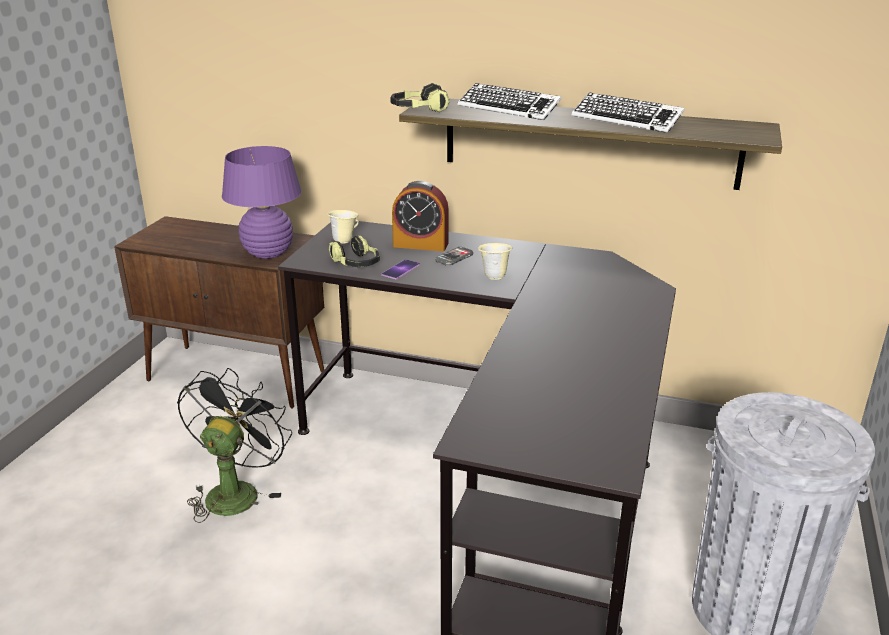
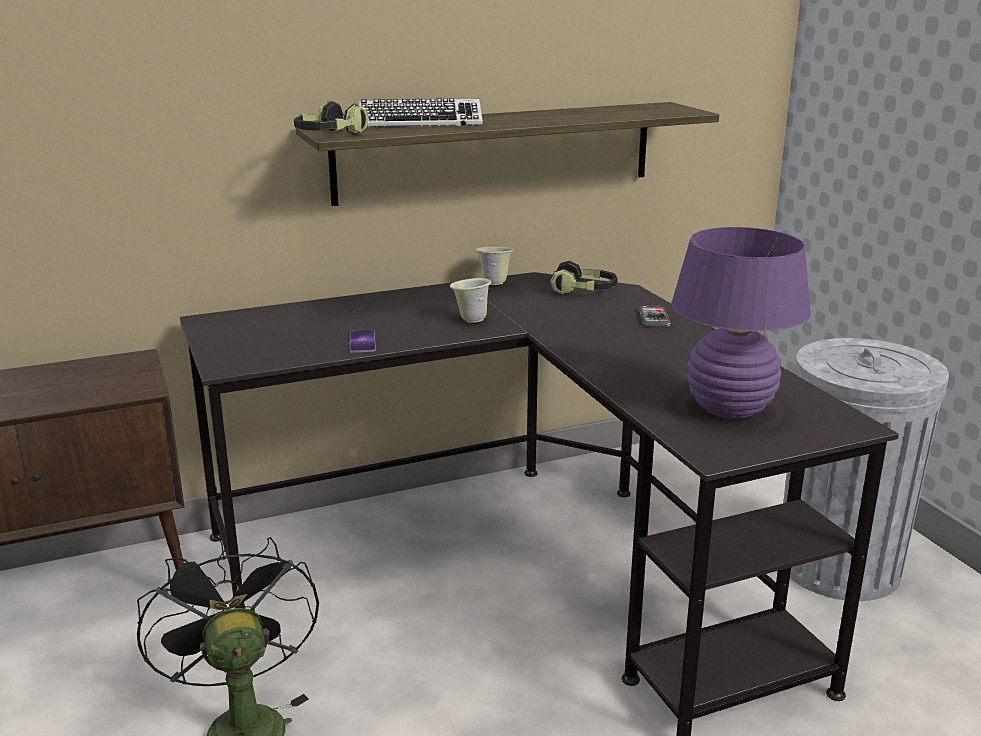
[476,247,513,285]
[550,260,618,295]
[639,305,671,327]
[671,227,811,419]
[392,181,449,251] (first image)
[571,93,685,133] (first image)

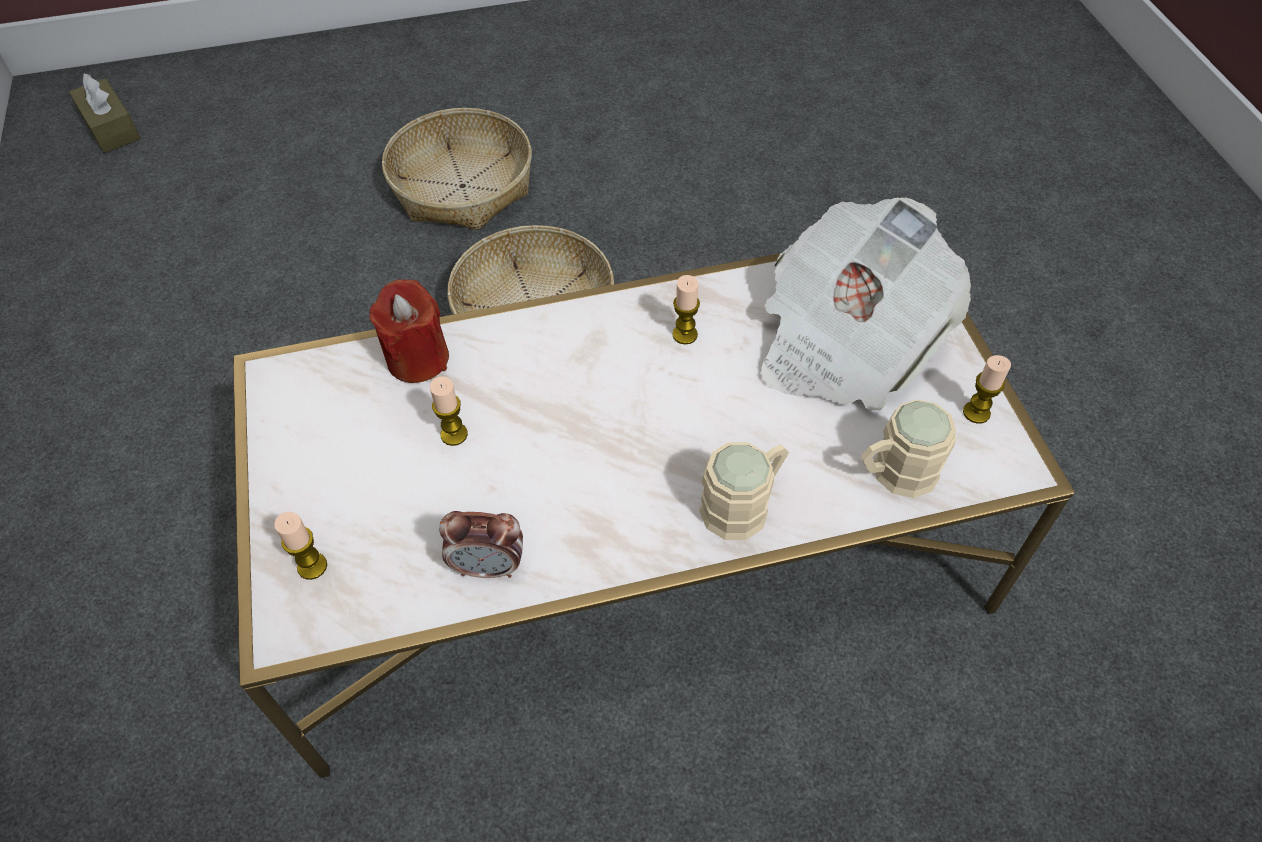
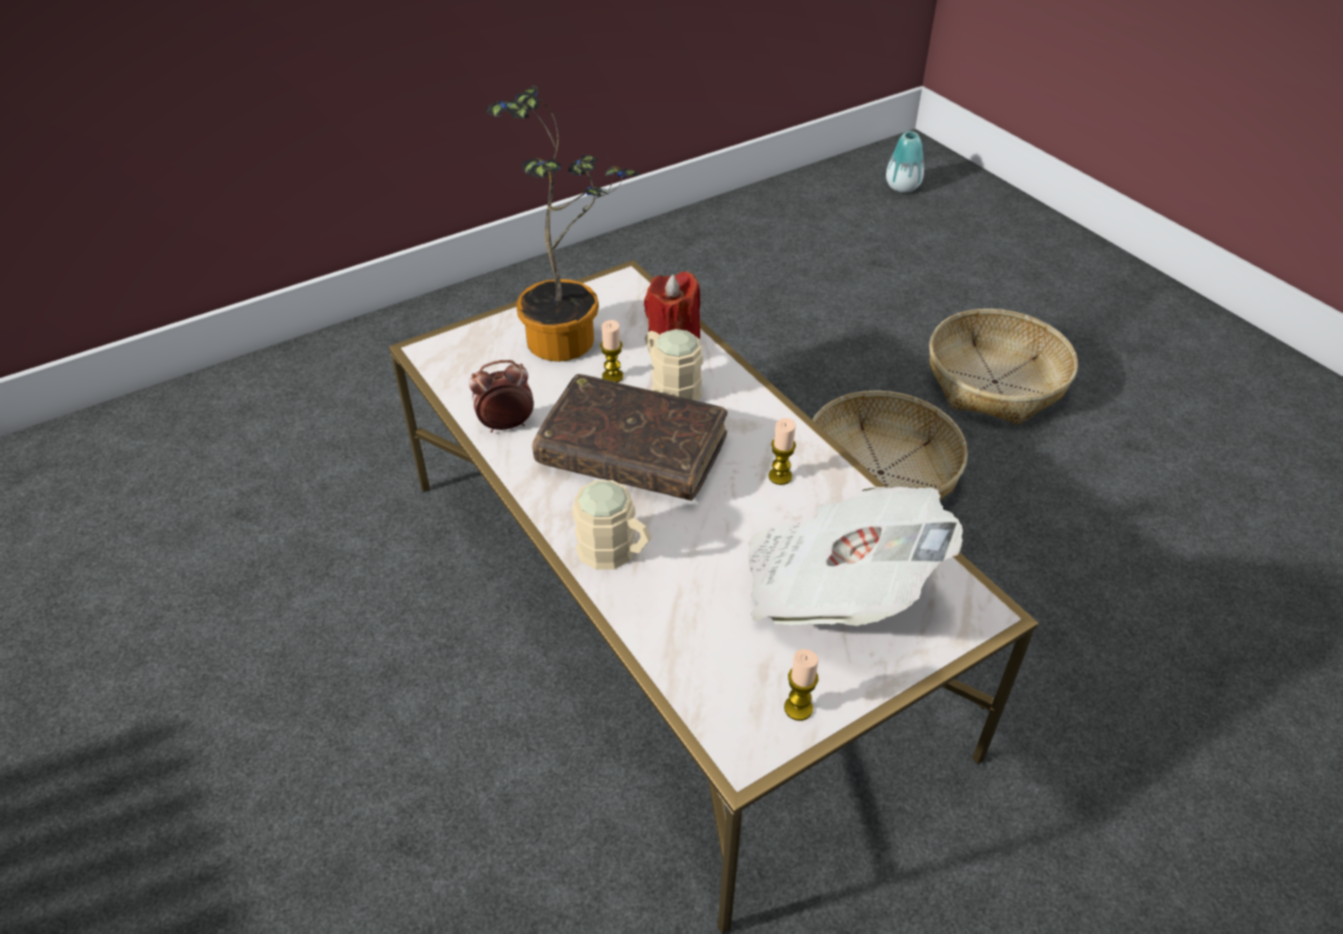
[469,360,534,433]
[486,86,640,362]
[532,374,728,501]
[645,329,703,401]
[886,131,924,192]
[274,512,327,580] (first image)

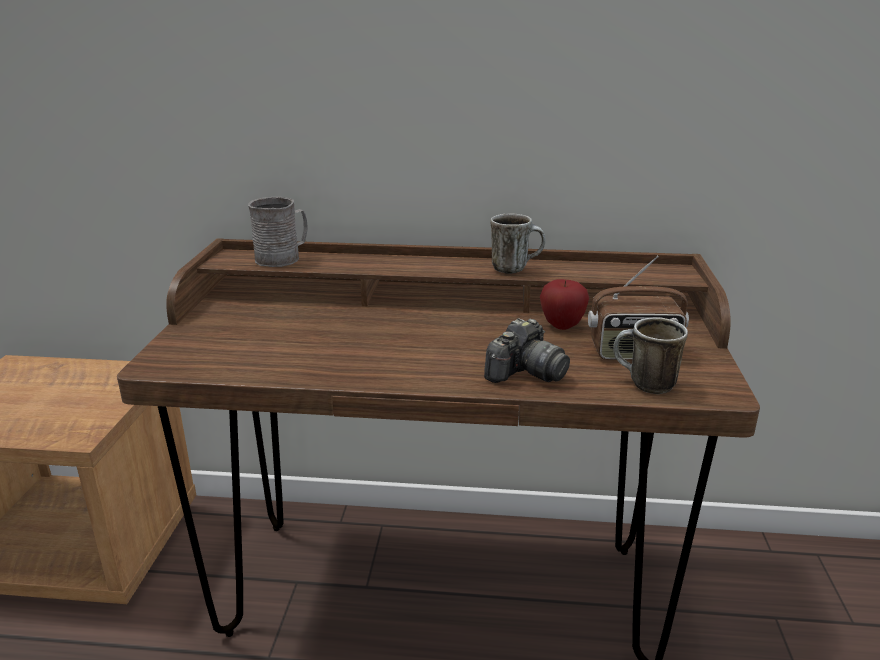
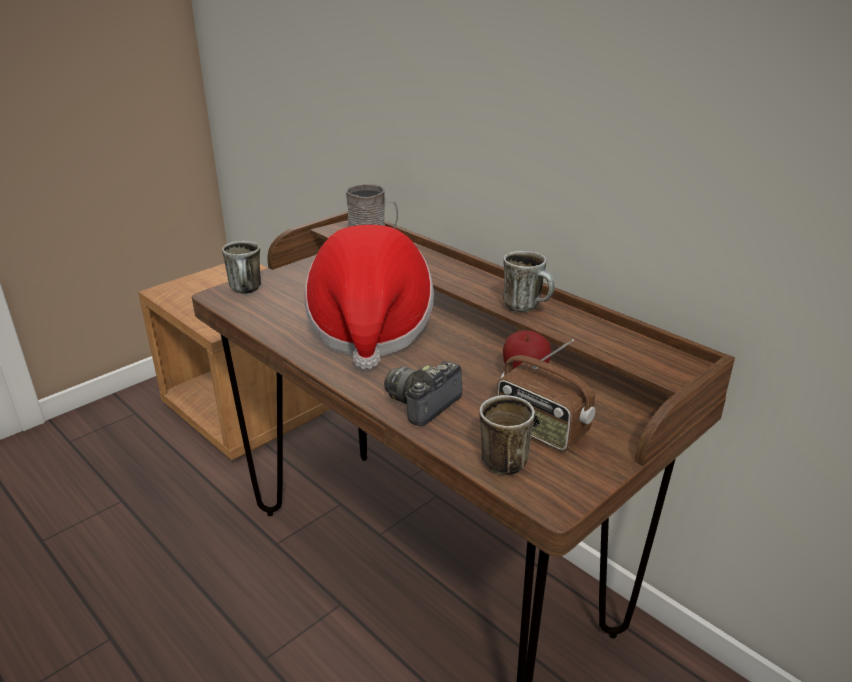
[222,241,261,294]
[305,225,434,370]
[384,361,462,426]

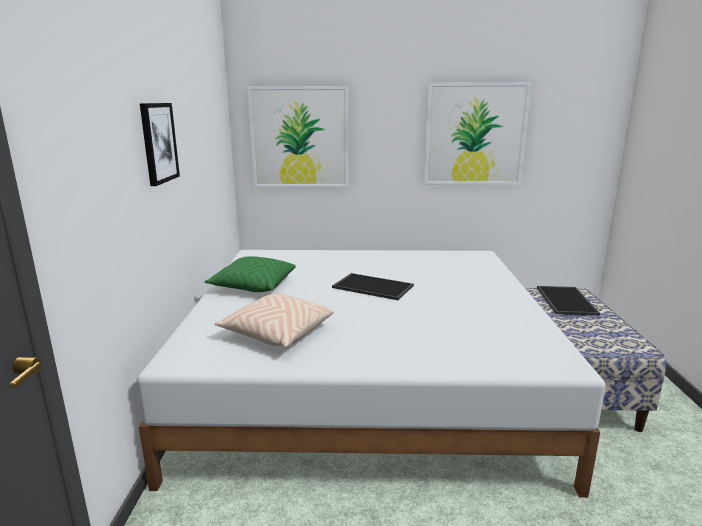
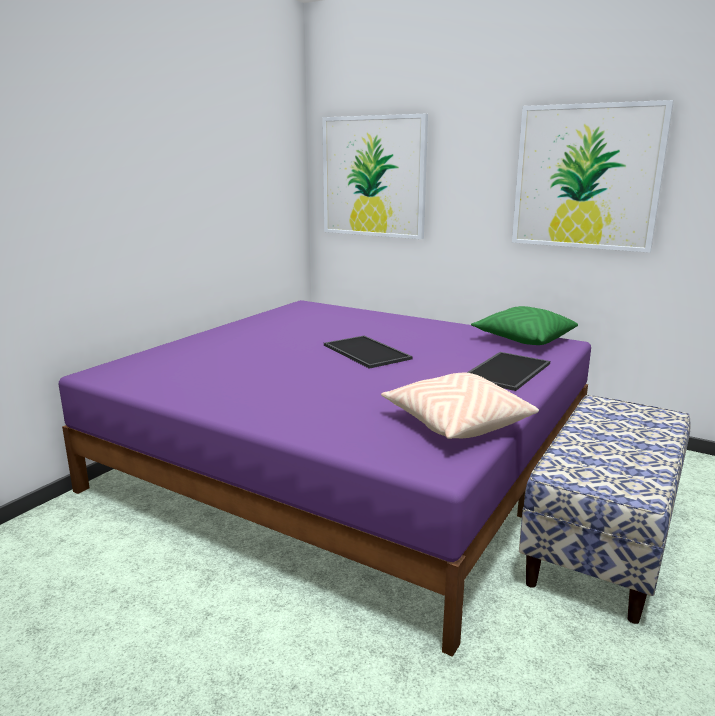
[59,300,591,657]
[381,373,539,439]
[467,352,550,391]
[471,306,578,345]
[140,103,180,186] (first image)

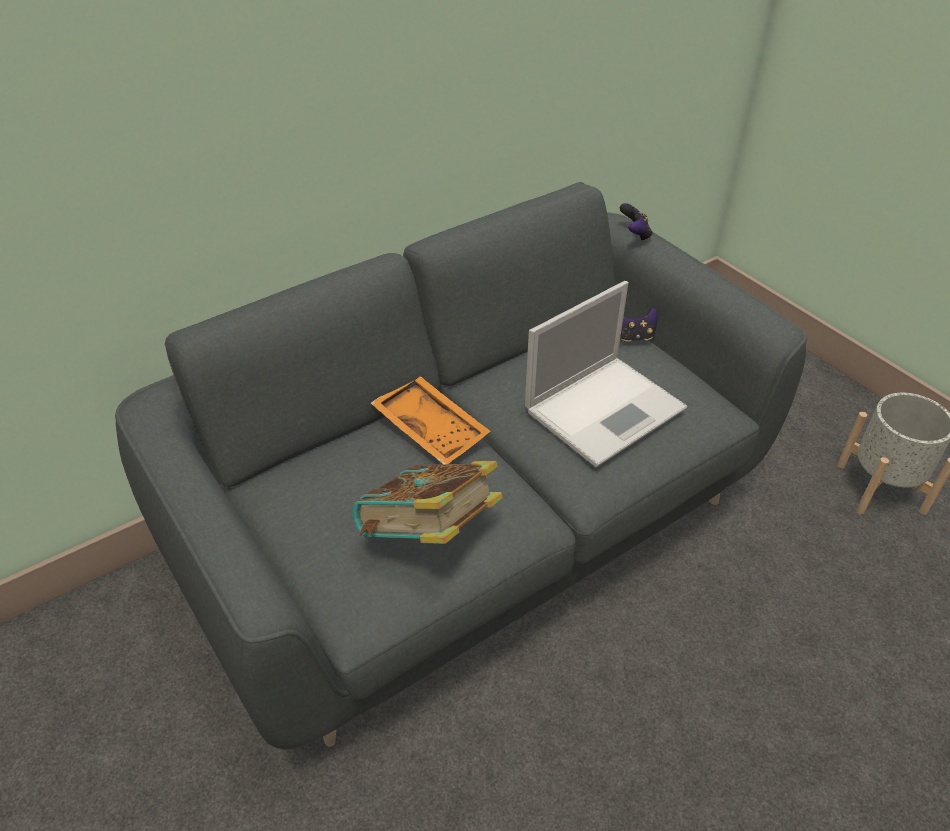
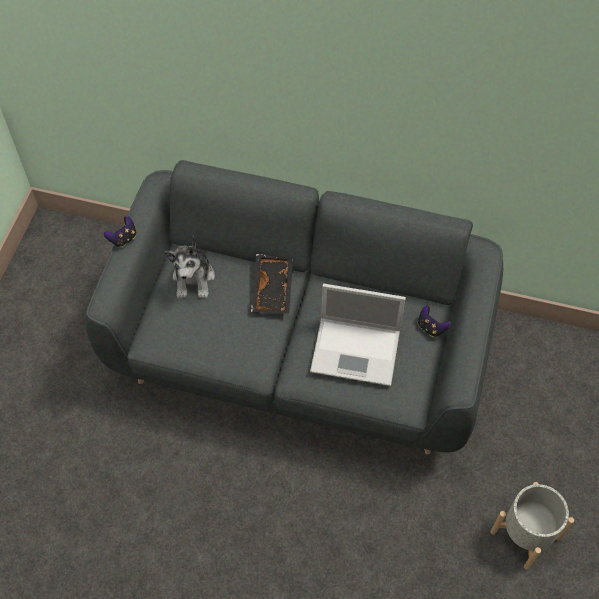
[104,216,136,247]
[165,235,215,298]
[251,254,293,314]
[353,461,503,544] (first image)

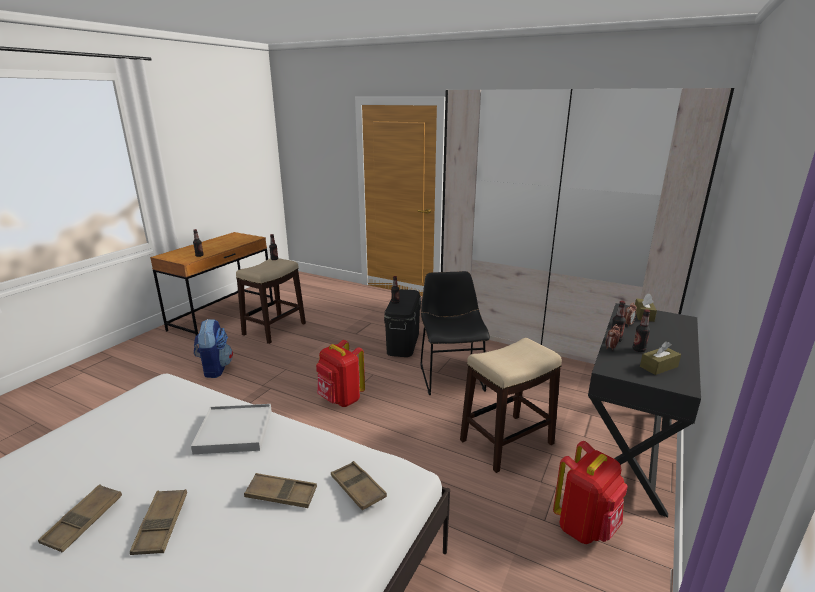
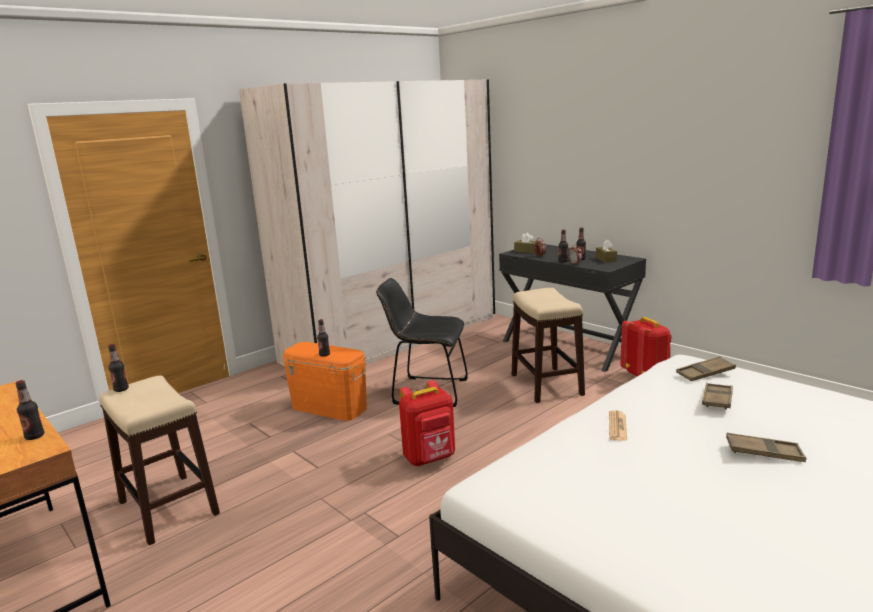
[282,342,367,421]
[609,410,627,441]
[38,484,122,553] (first image)
[194,319,233,378] (first image)

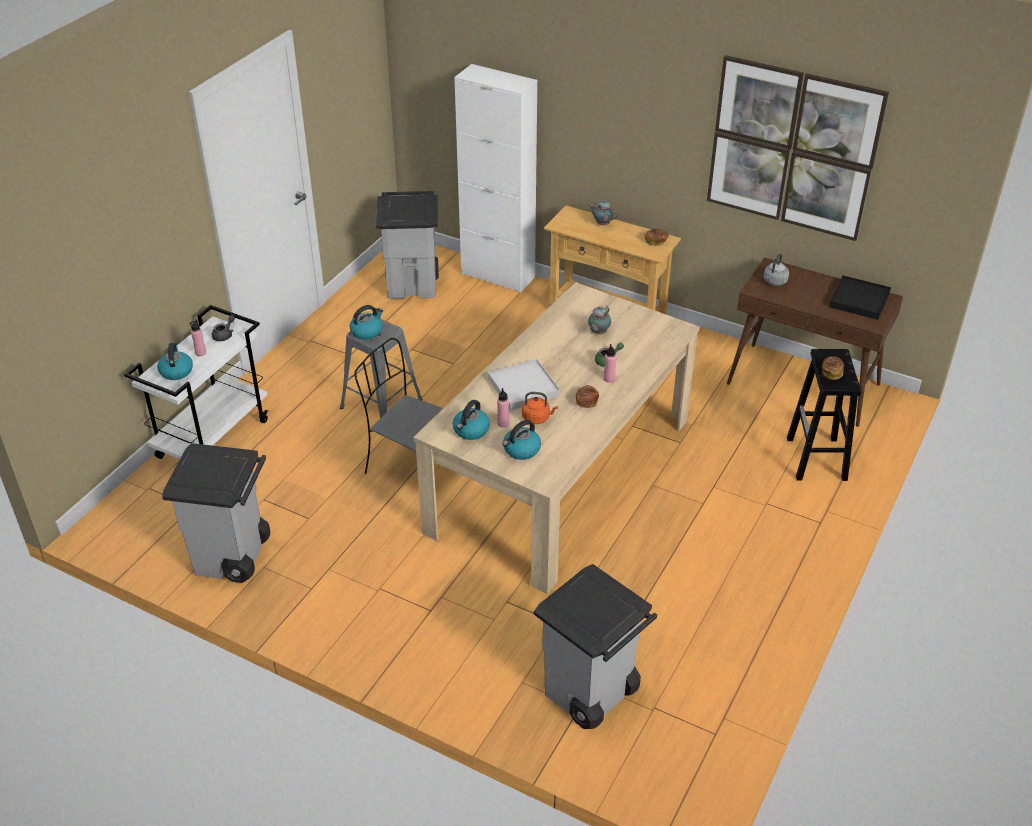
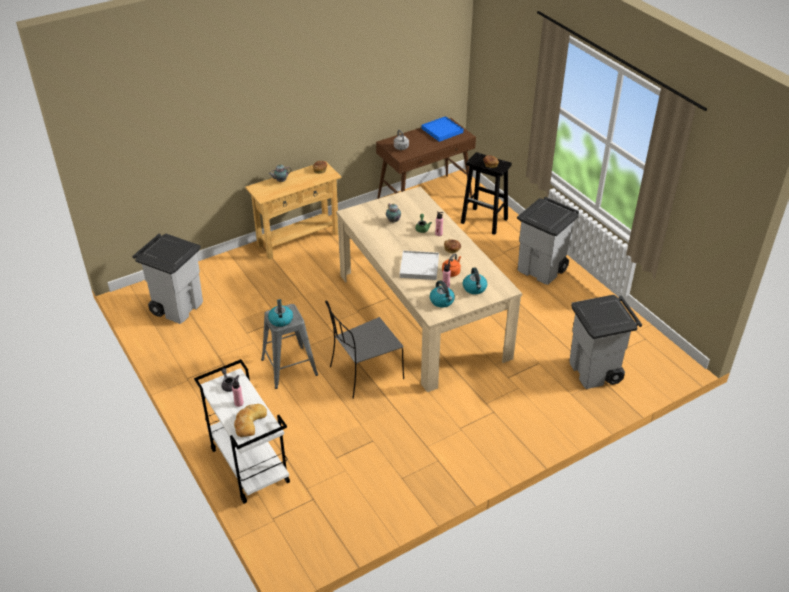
[234,404,267,437]
[422,116,463,142]
[517,197,579,285]
[454,64,537,293] (first image)
[707,55,889,241] (first image)

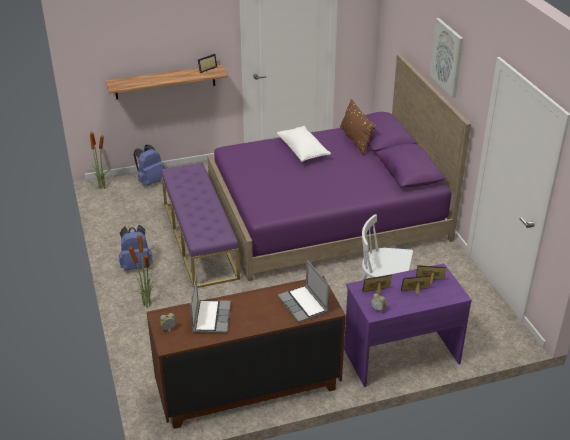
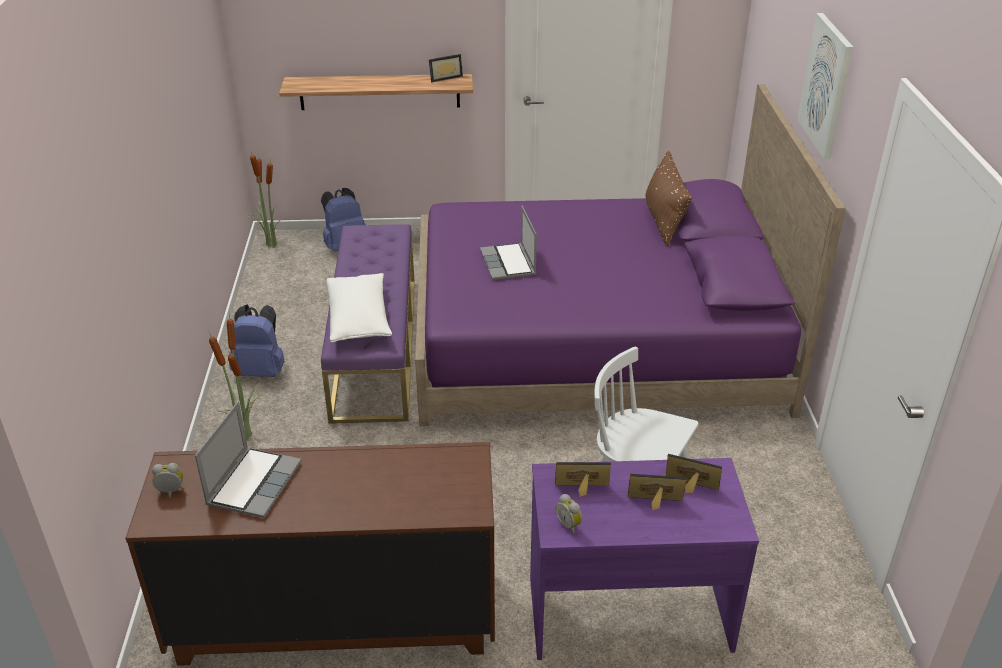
[327,273,392,343]
[480,205,537,280]

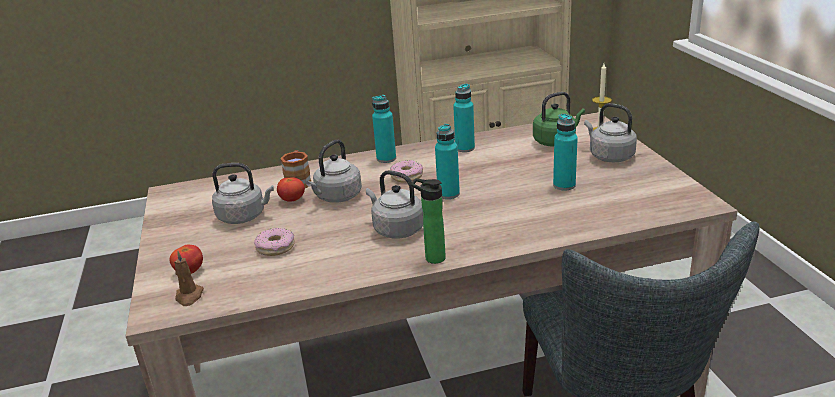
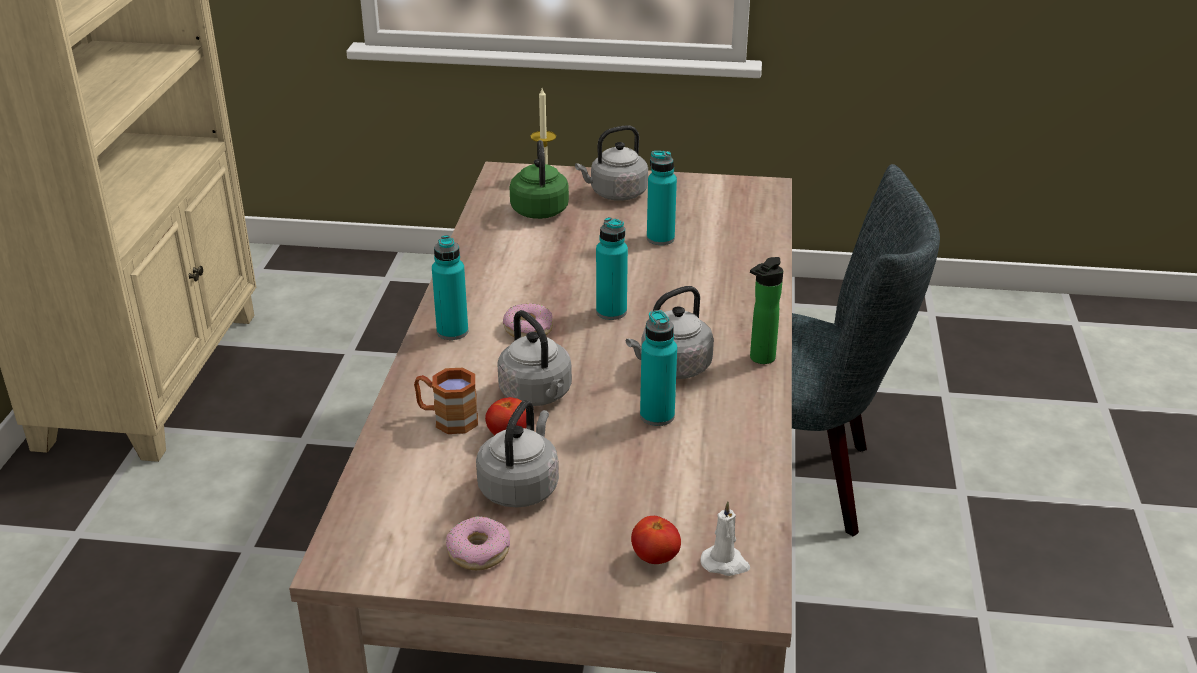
[446,516,510,570]
[640,310,677,426]
[700,501,750,576]

